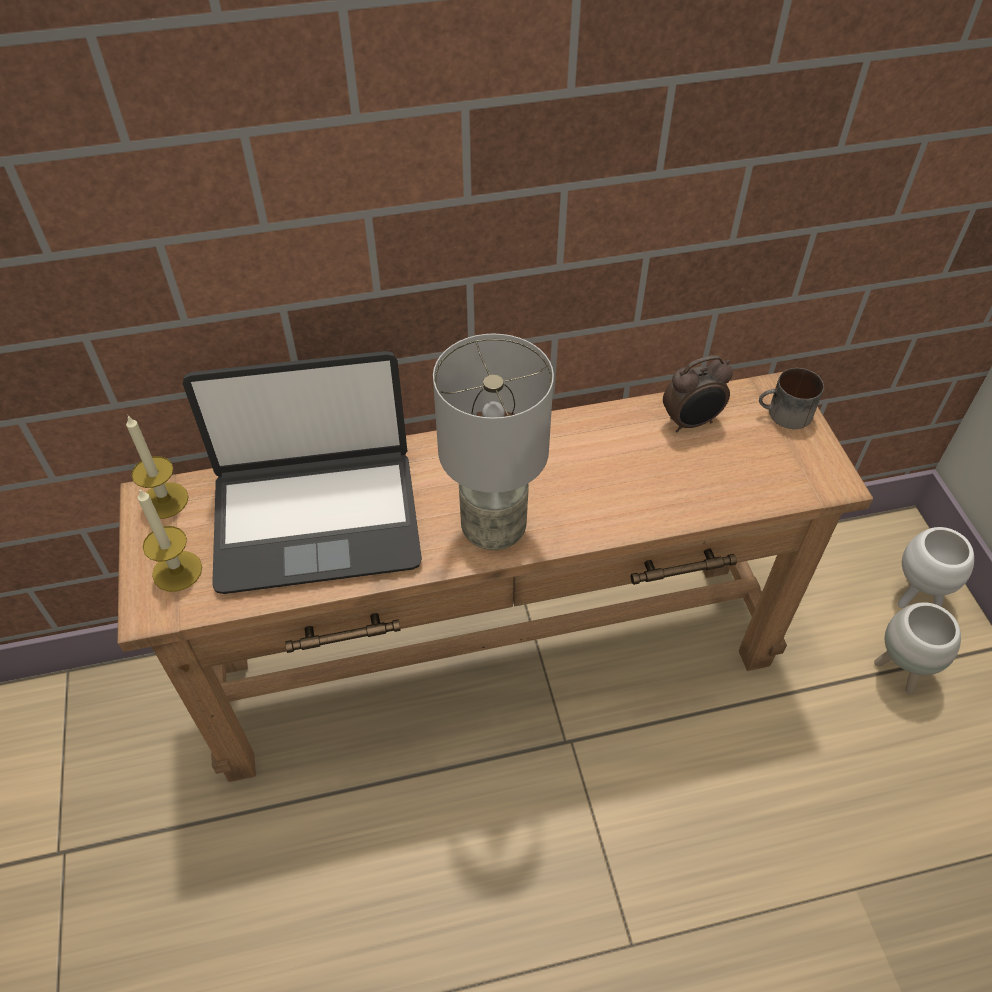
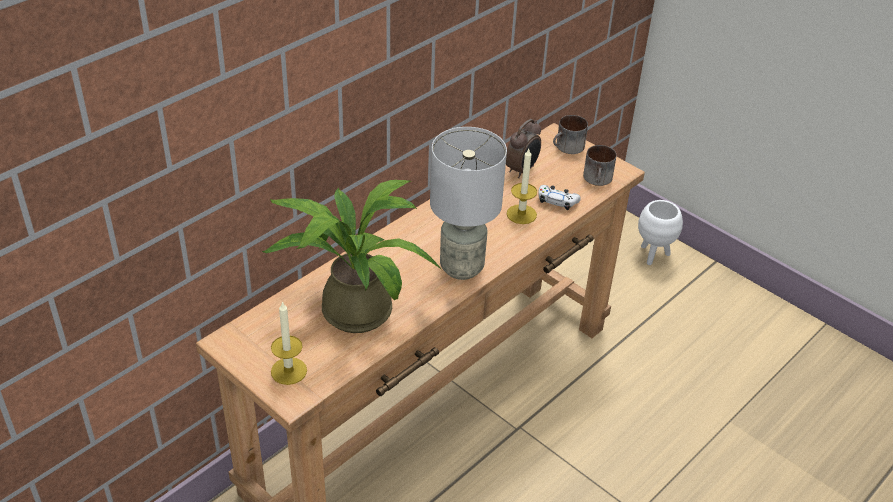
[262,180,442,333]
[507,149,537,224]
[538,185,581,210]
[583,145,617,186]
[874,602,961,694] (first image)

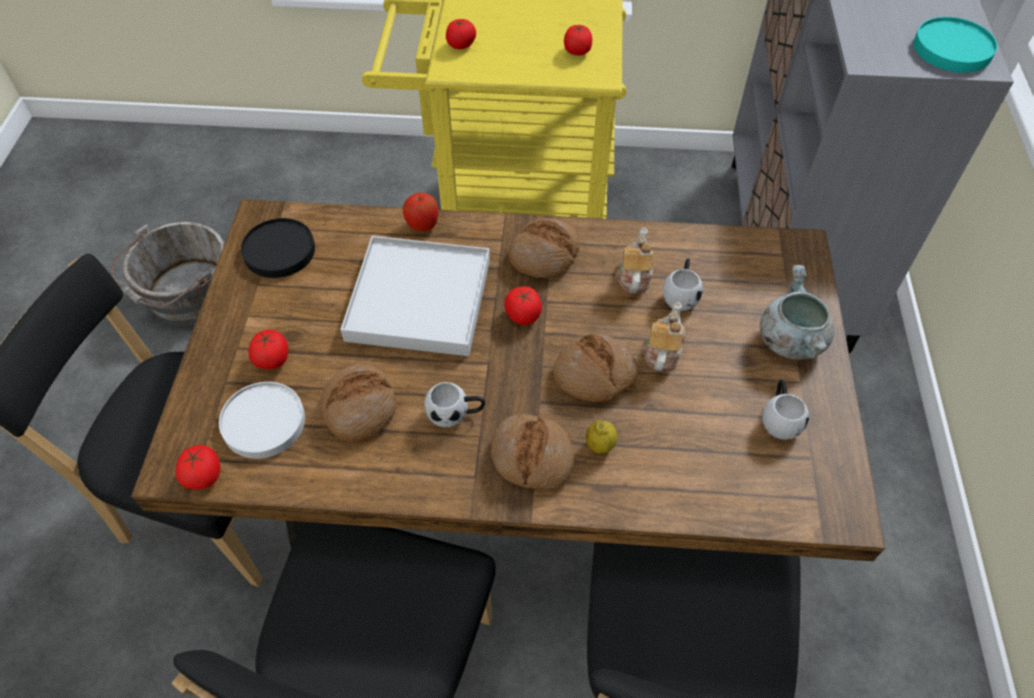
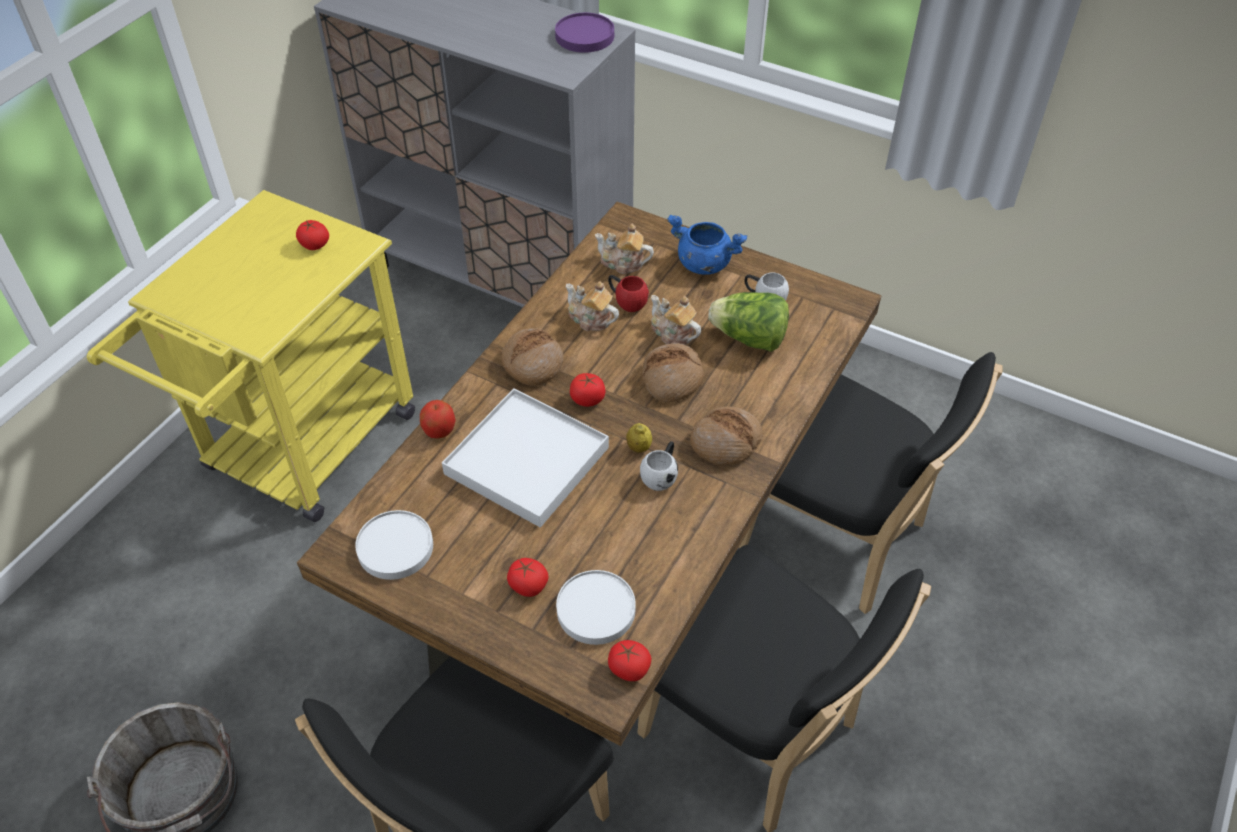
[355,510,433,580]
[555,13,614,52]
[595,224,654,274]
[608,275,649,312]
[626,423,652,453]
[667,215,747,275]
[708,292,789,352]
[320,364,396,442] (first image)
[446,19,476,49] (first image)

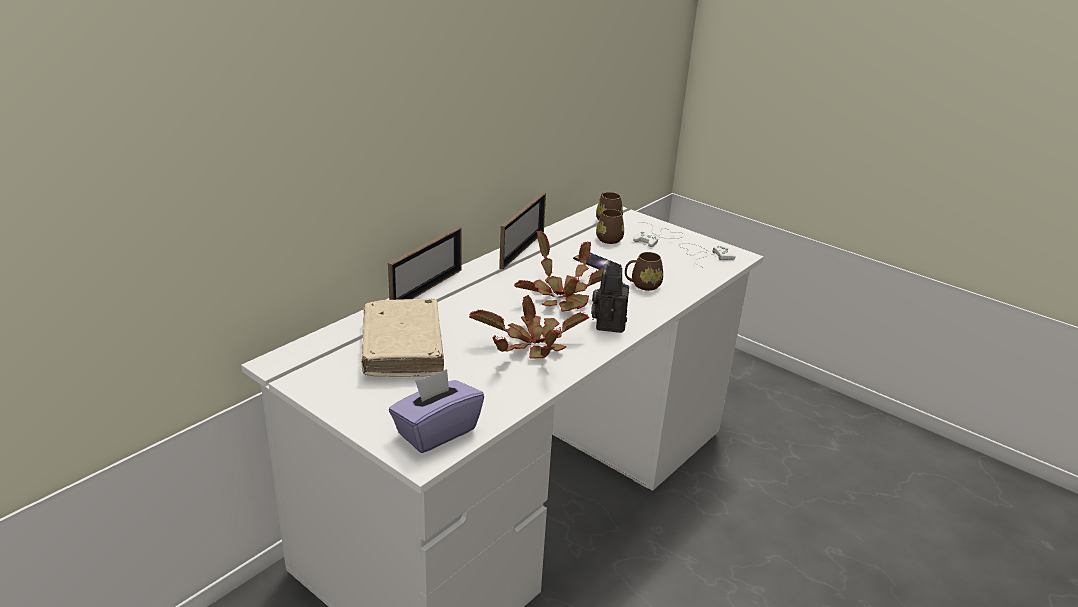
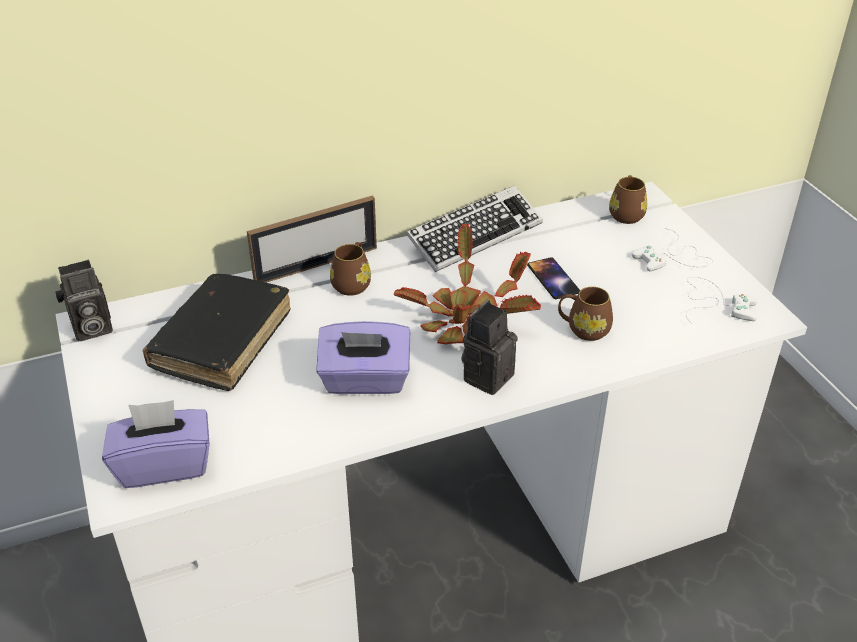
[55,260,113,341]
[142,274,290,391]
[316,321,410,394]
[330,242,371,296]
[406,185,543,272]

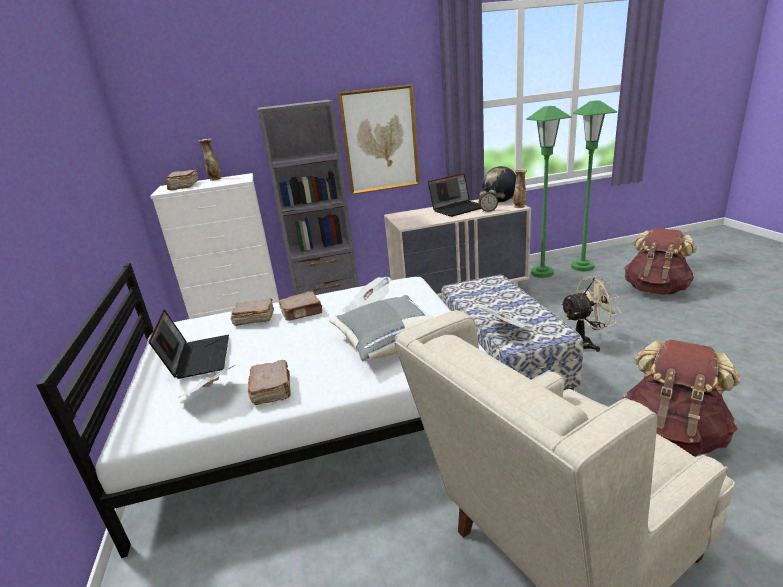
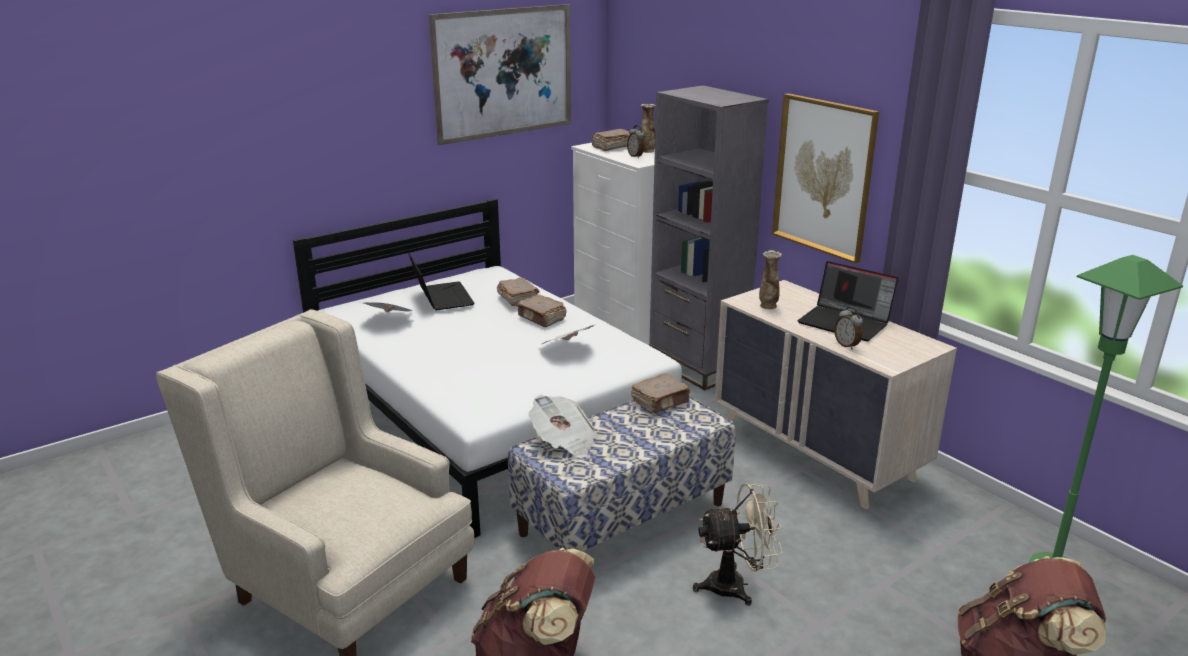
[408,253,475,311]
[428,4,571,145]
[627,125,645,158]
[631,373,690,413]
[693,483,783,606]
[759,250,782,309]
[329,295,434,361] (first image)
[482,166,516,202] (first image)
[526,106,572,278] (first image)

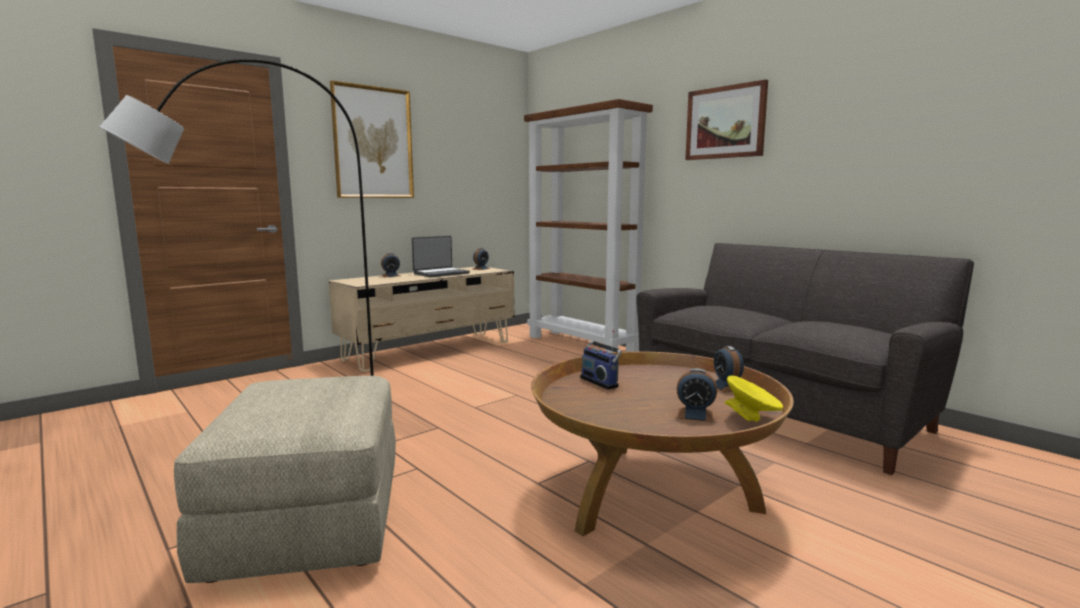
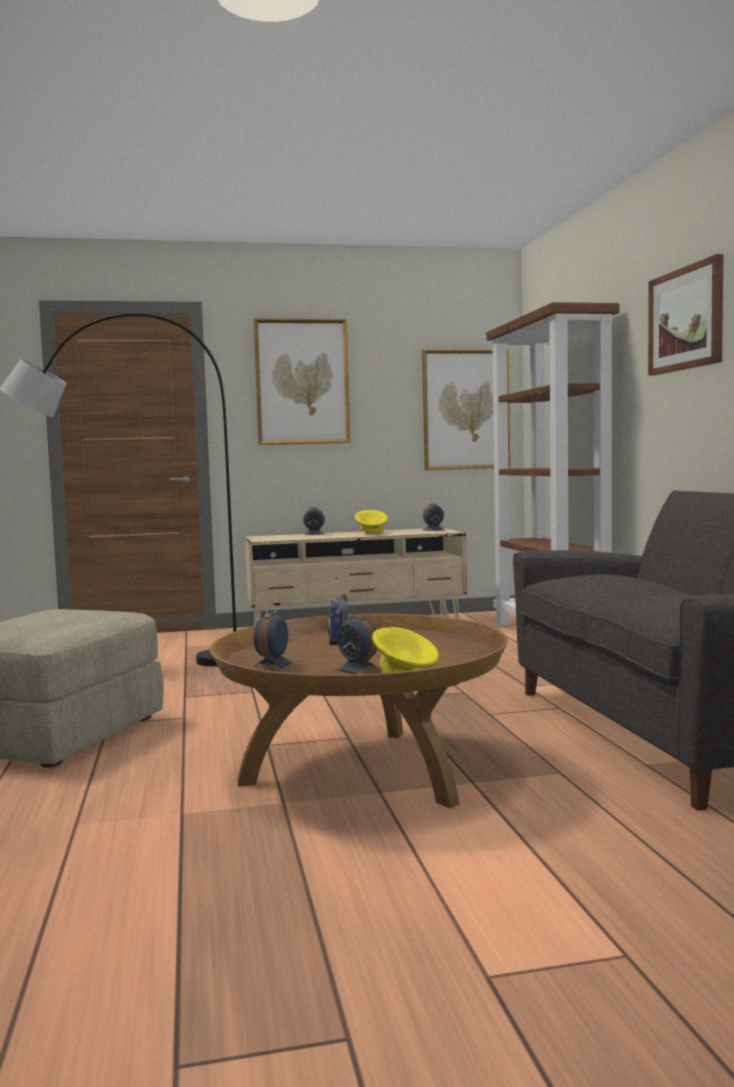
[253,613,293,671]
[355,510,388,533]
[422,349,511,470]

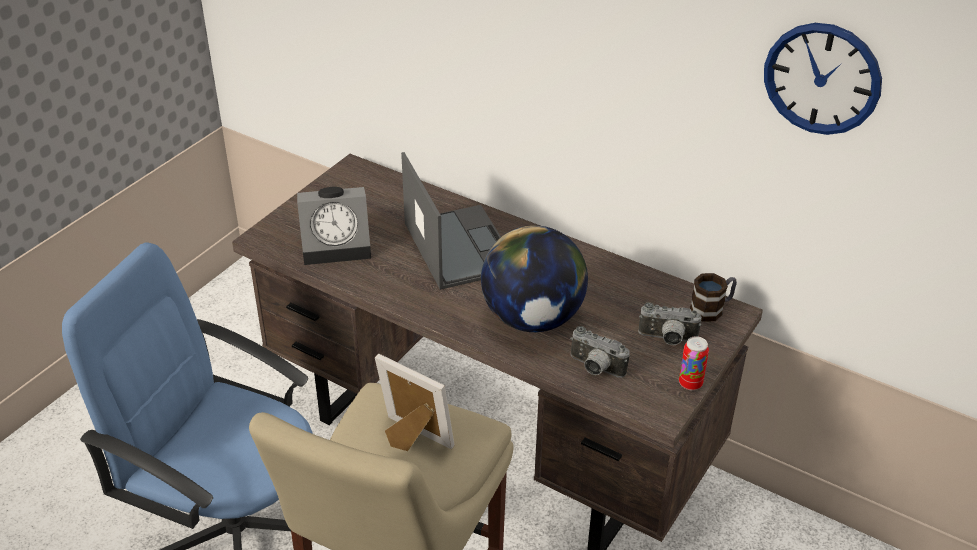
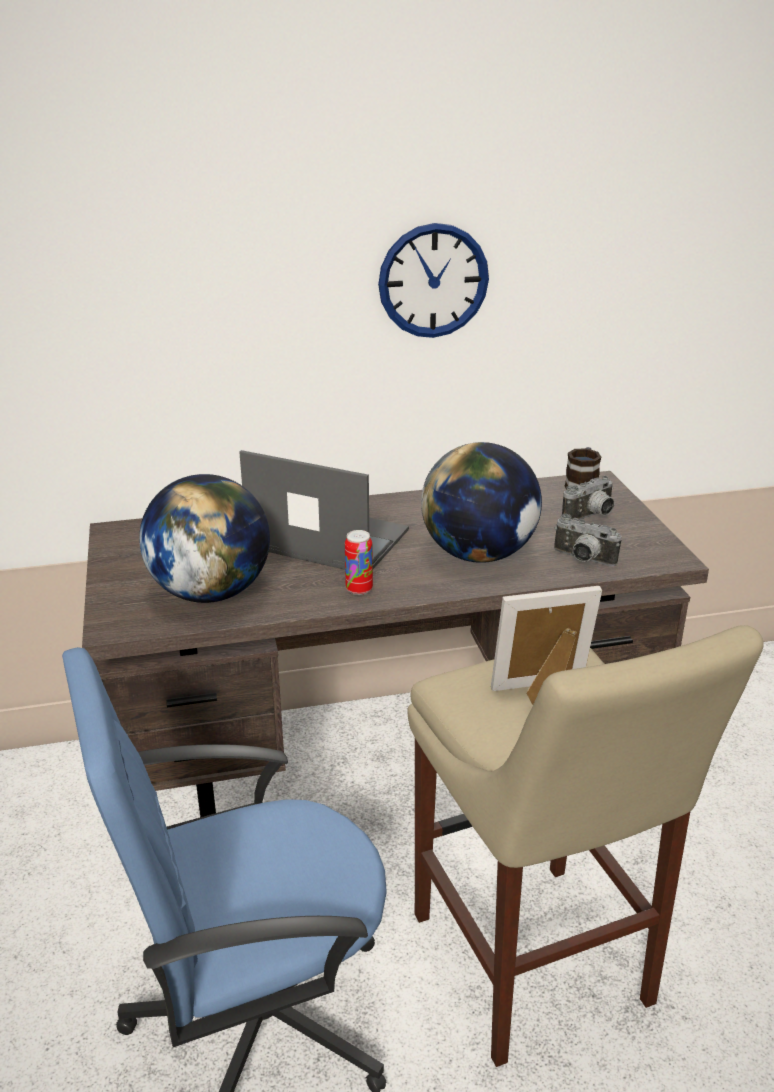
[139,474,270,603]
[345,530,373,595]
[378,223,489,338]
[554,514,621,566]

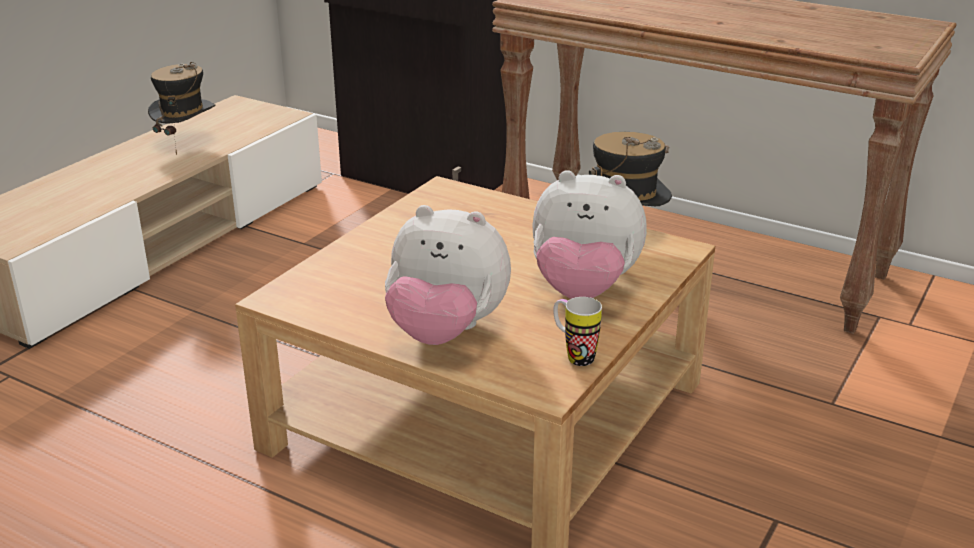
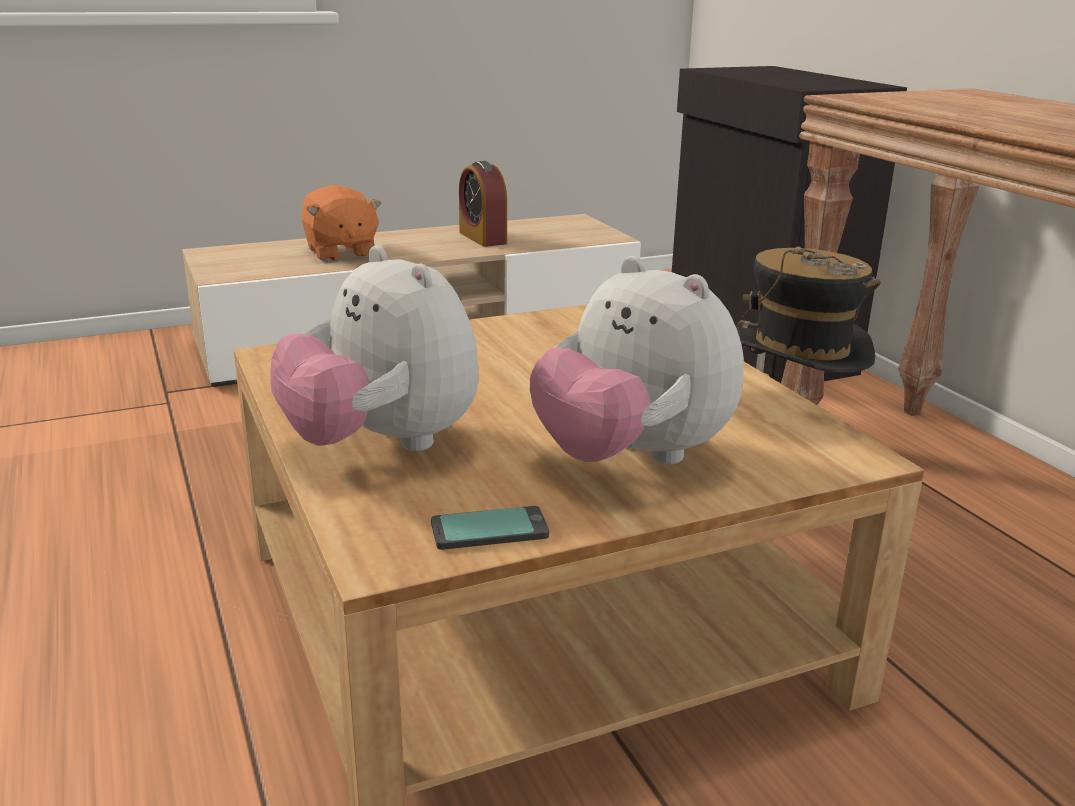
[301,185,382,261]
[431,506,549,550]
[459,161,507,247]

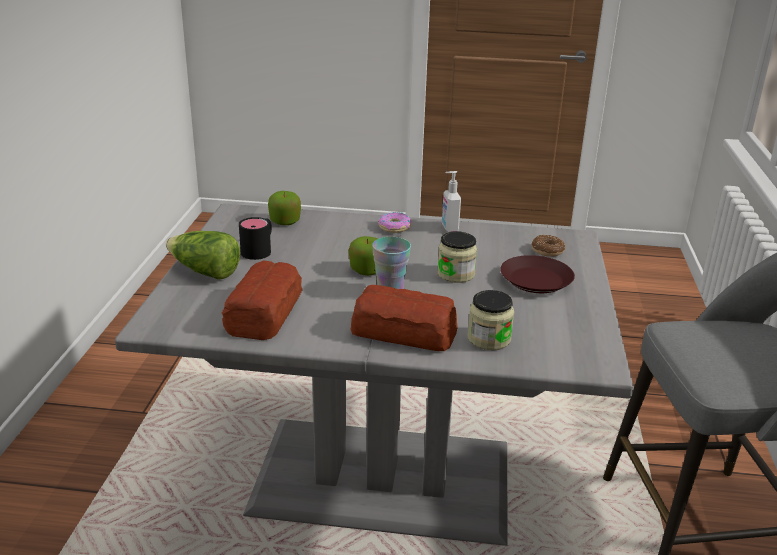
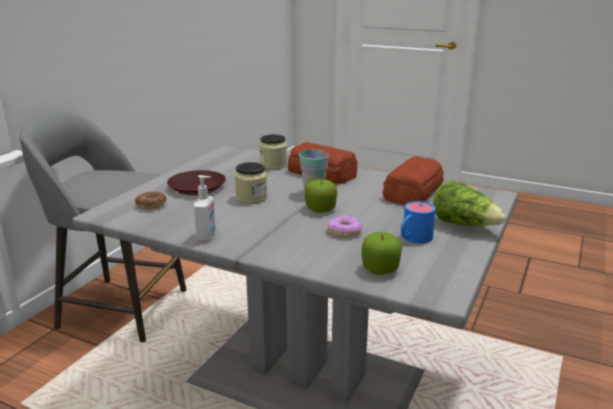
[327,215,362,237]
[401,201,436,244]

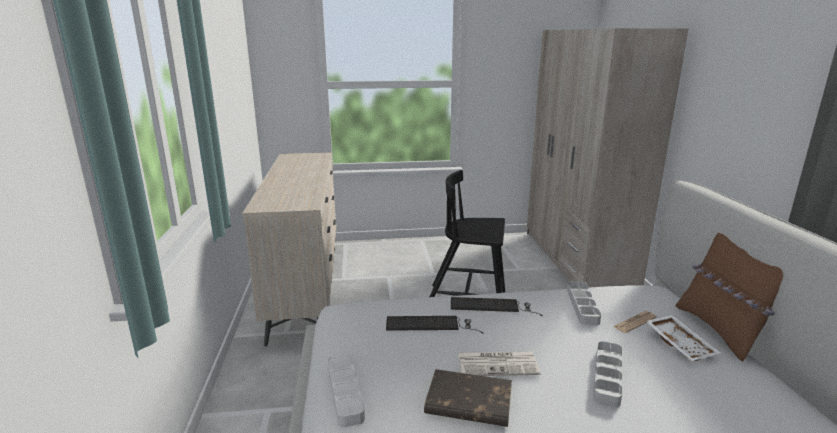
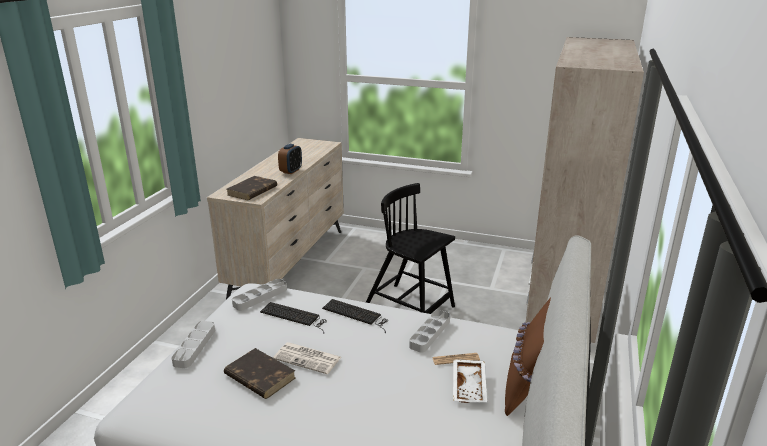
[227,176,277,200]
[232,279,287,311]
[278,144,302,174]

